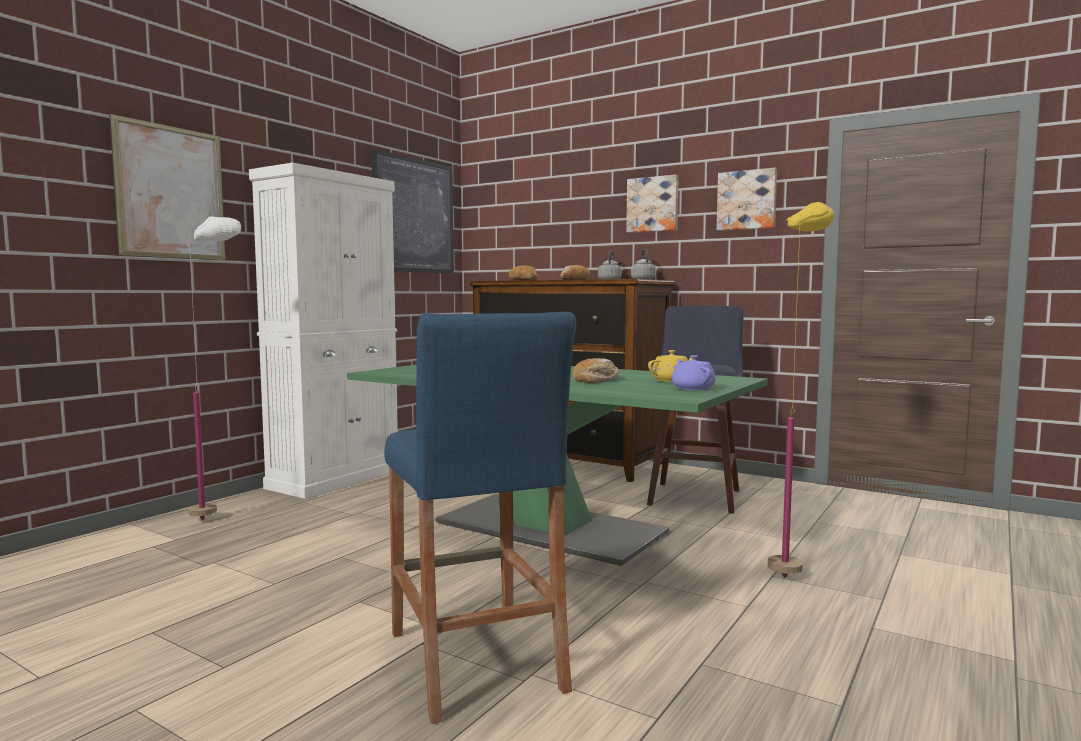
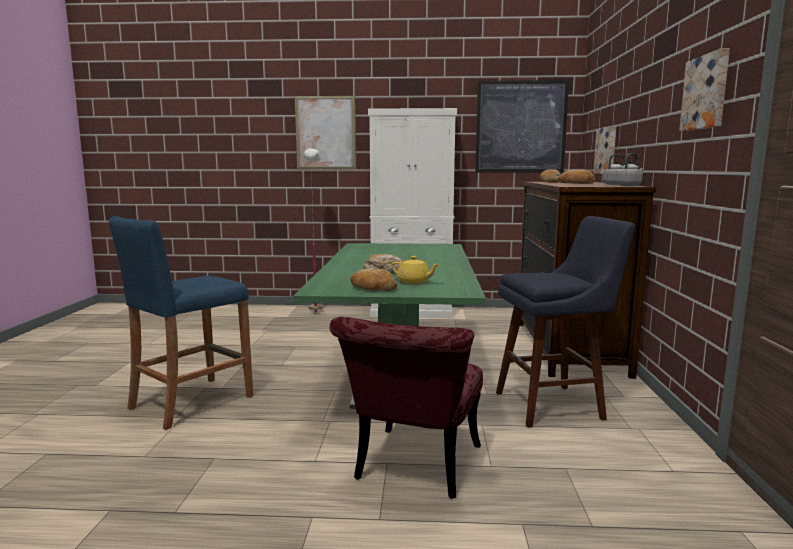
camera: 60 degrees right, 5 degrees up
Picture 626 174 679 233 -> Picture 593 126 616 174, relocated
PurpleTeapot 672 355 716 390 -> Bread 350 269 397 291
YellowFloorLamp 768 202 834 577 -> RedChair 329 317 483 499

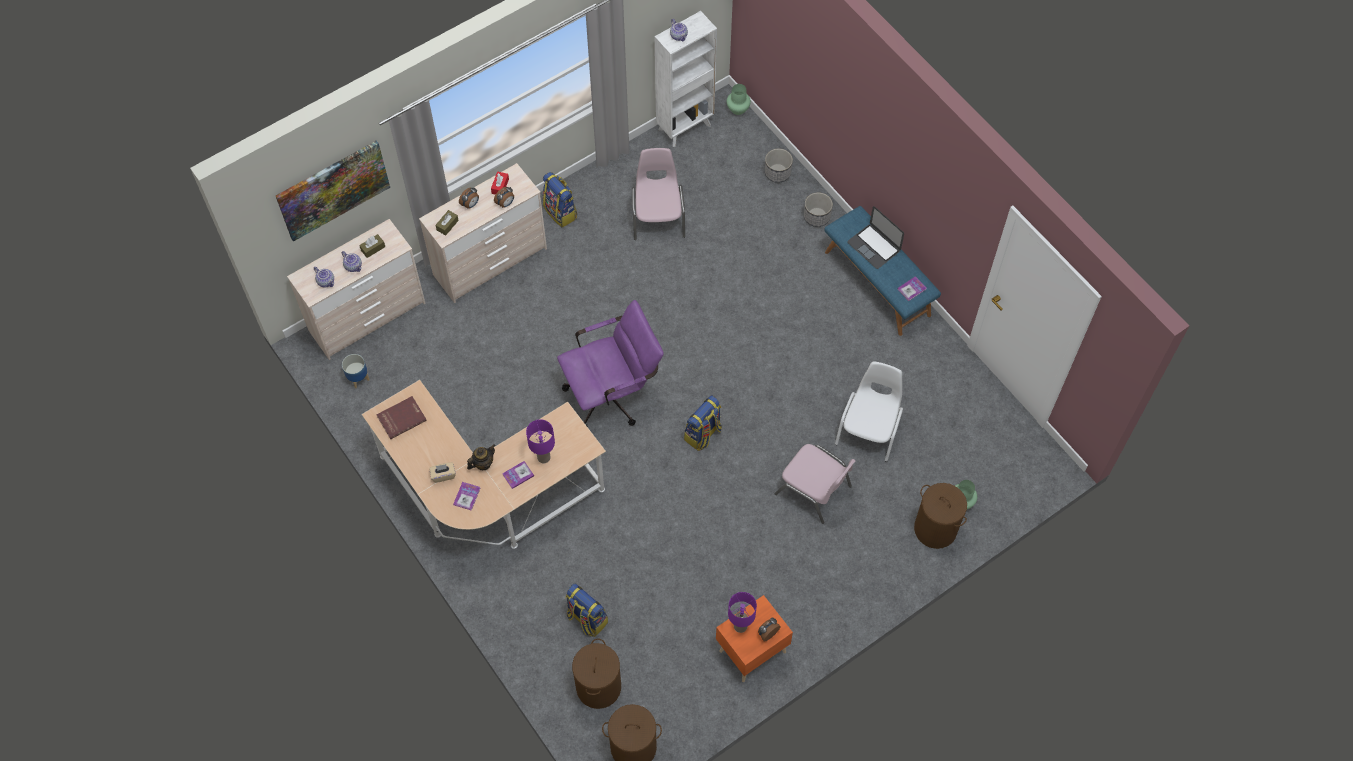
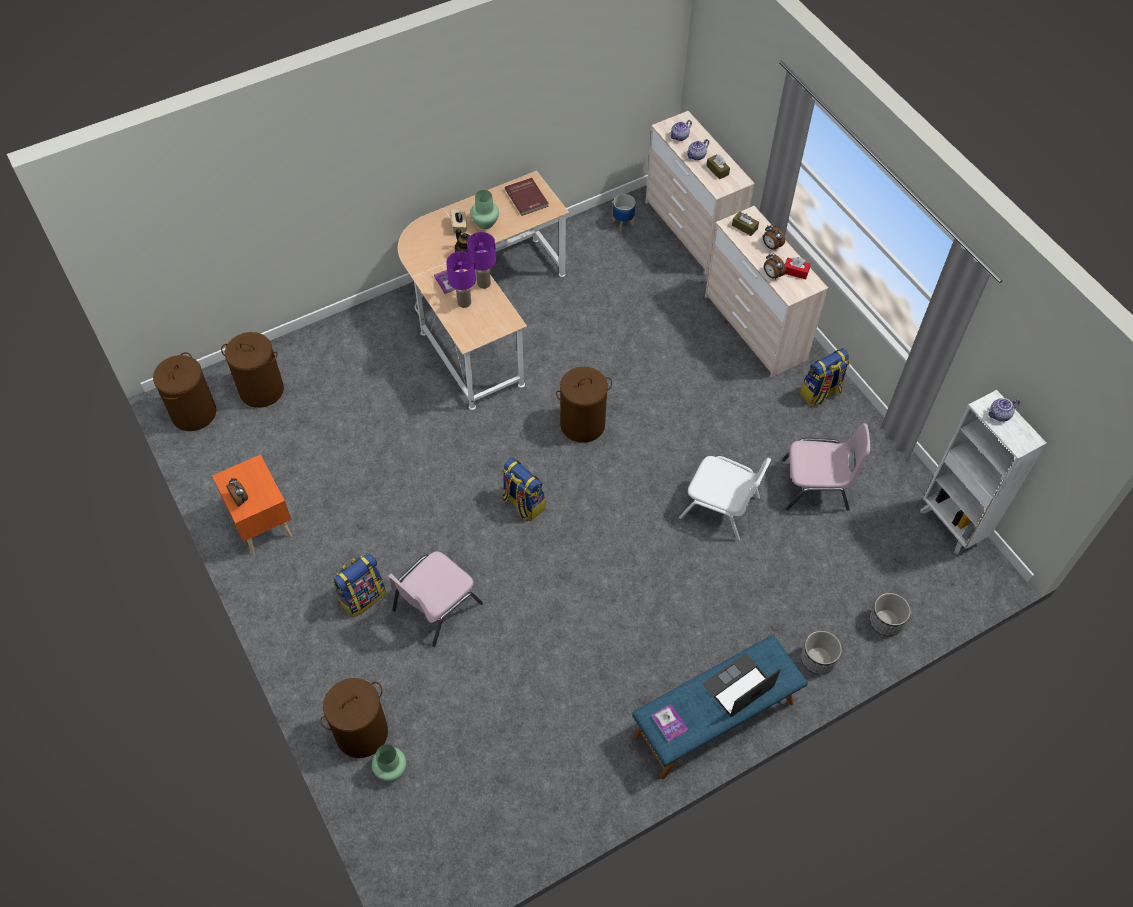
camera: 95 degrees right, 5 degrees down
Picture 276 140 390 242 -> none
Book 453 482 481 511 -> none
Backpack 566 583 608 637 -> Backpack 333 553 386 618, relocated
GreenVase 727 84 751 115 -> GreenVase 470 190 499 229, relocated
PurpleTableLamp 728 592 757 633 -> PurpleTableLamp 467 232 496 289, relocated
WhiteChair 835 361 903 462 -> WhiteChair 679 456 771 541, relocated
PurpleOfficeChair 557 300 664 426 -> BrownLaundryBasket 556 367 612 443

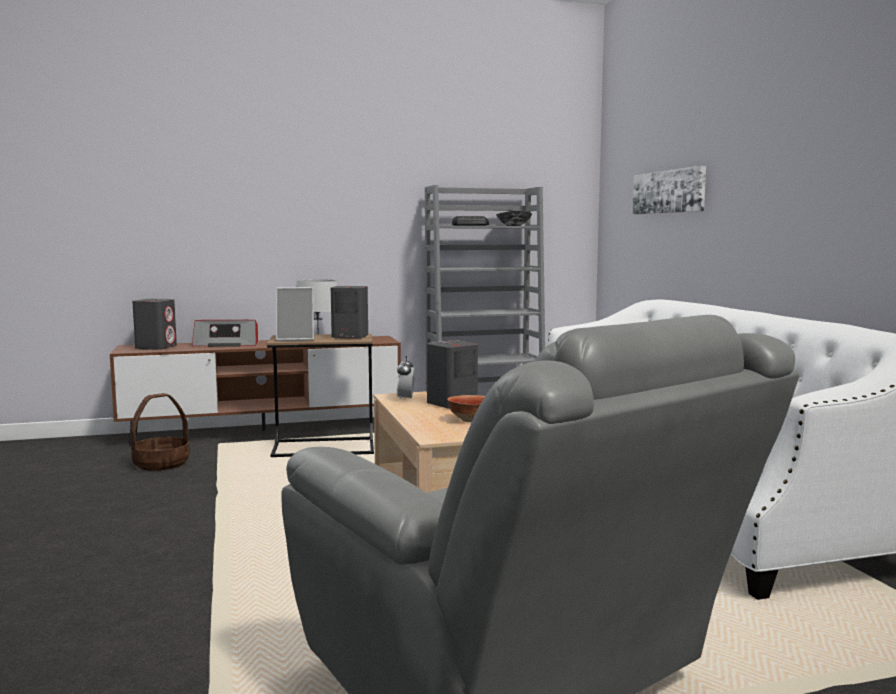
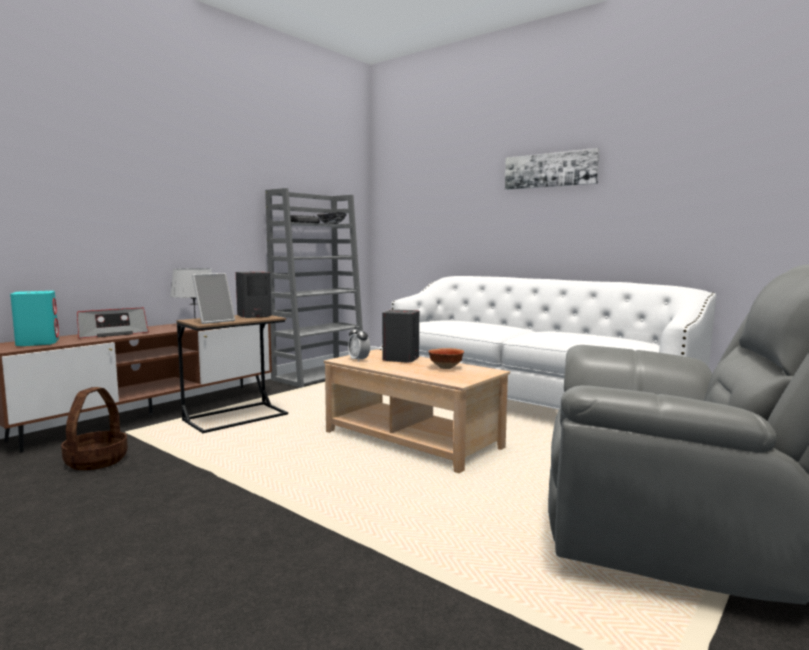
camera: 35 degrees left, 0 degrees up
Picture 633 166 706 214 -> Picture 505 148 600 190, relocated
GreySpeaker 132 299 177 350 -> TurquoiseSpeaker 10 291 59 346

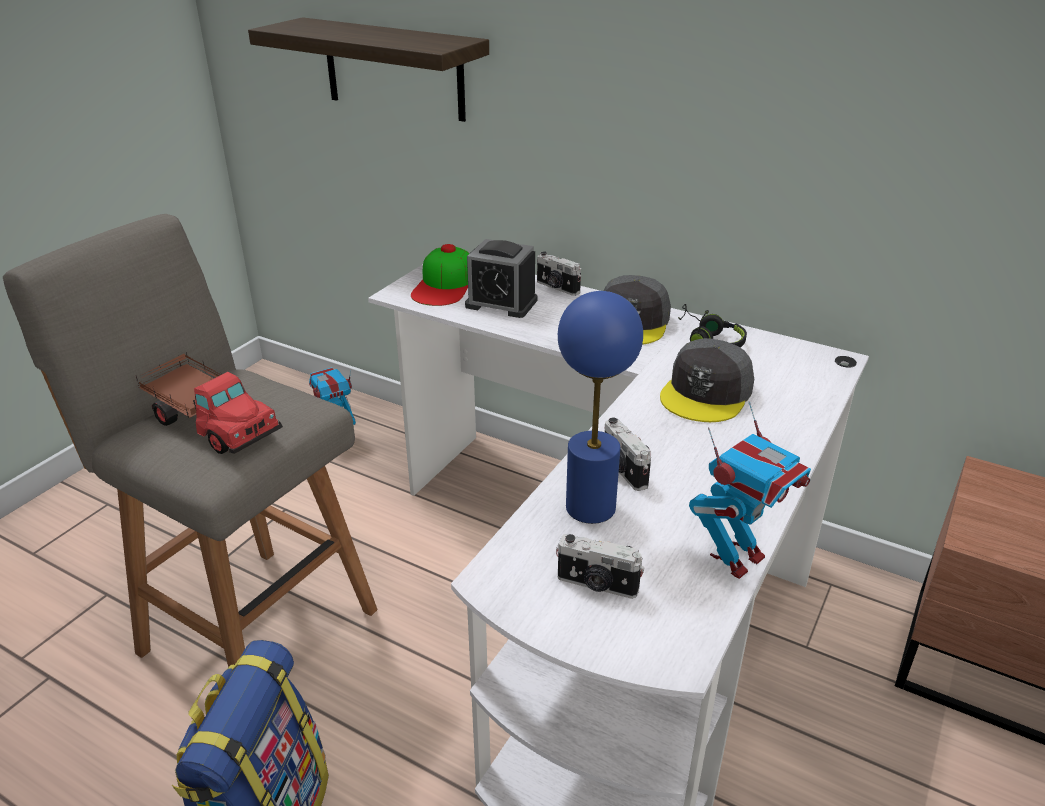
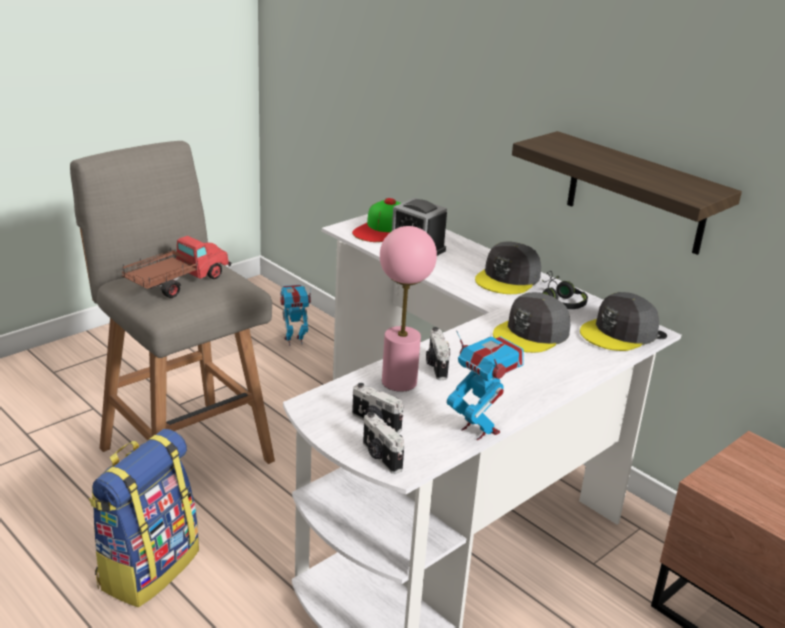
camera: 15 degrees right, 5 degrees down
none -> GreyCap 580 292 659 351
Shelf 248 17 489 122 -> Shelf 512 131 742 255, relocated
PhotoCamera 537 251 581 296 -> PhotoCamera 363 412 404 474, relocated
BlueTableLamp 558 291 643 524 -> PinkTableLamp 380 226 437 392
ToyTruck 136 352 283 454 -> ToyTruck 122 236 231 298, 105 degrees counterclockwise
ToyRobot 689 401 811 579 -> ToyRobot 447 330 524 440, 105 degrees counterclockwise

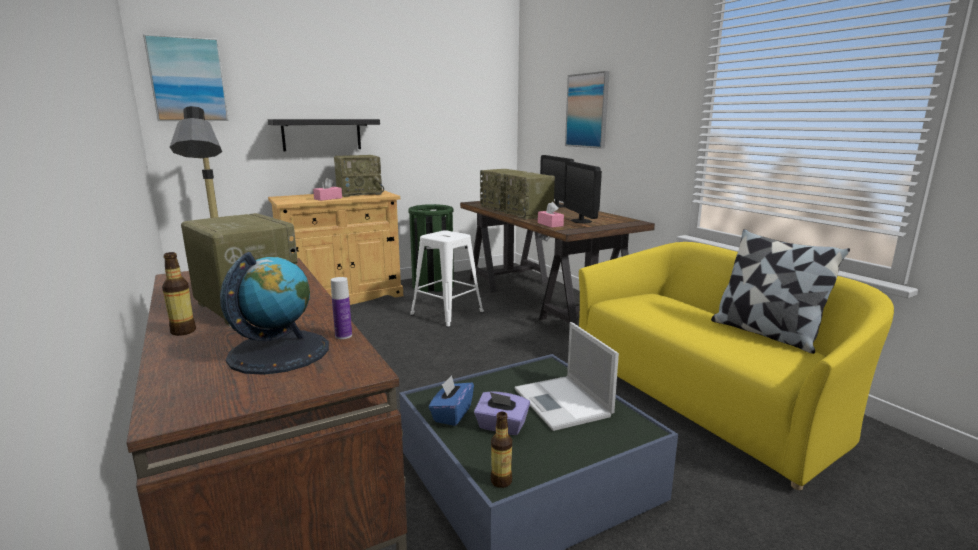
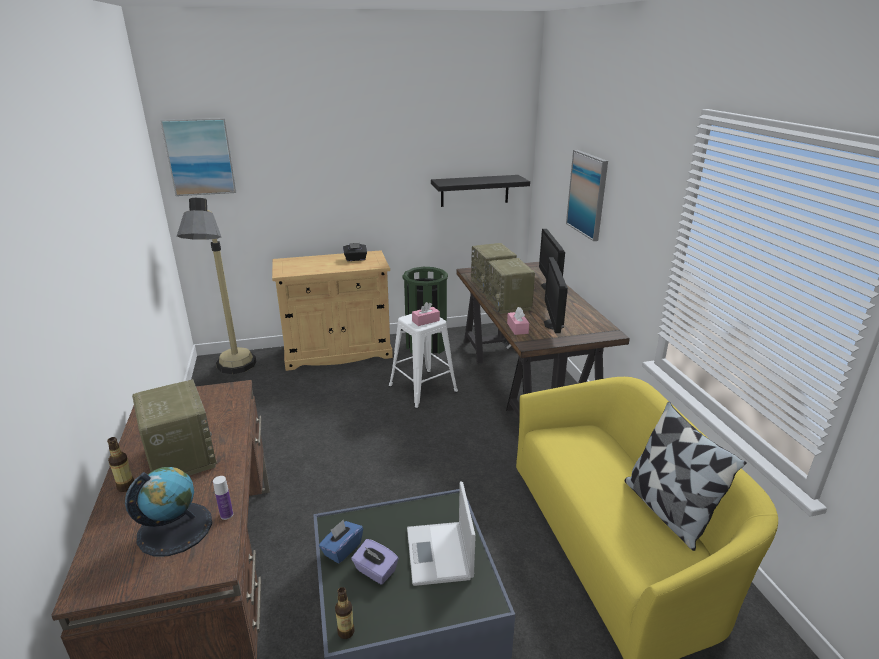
camera: 15 degrees right, 10 degrees up
BlackShelf 268 119 380 151 -> BlackShelf 431 175 530 207, relocated
PinkTissueBox 313 178 342 201 -> PinkTissueBox 412 302 440 326, relocated
Radio 334 155 384 197 -> BlackTissueBox 343 243 367 261

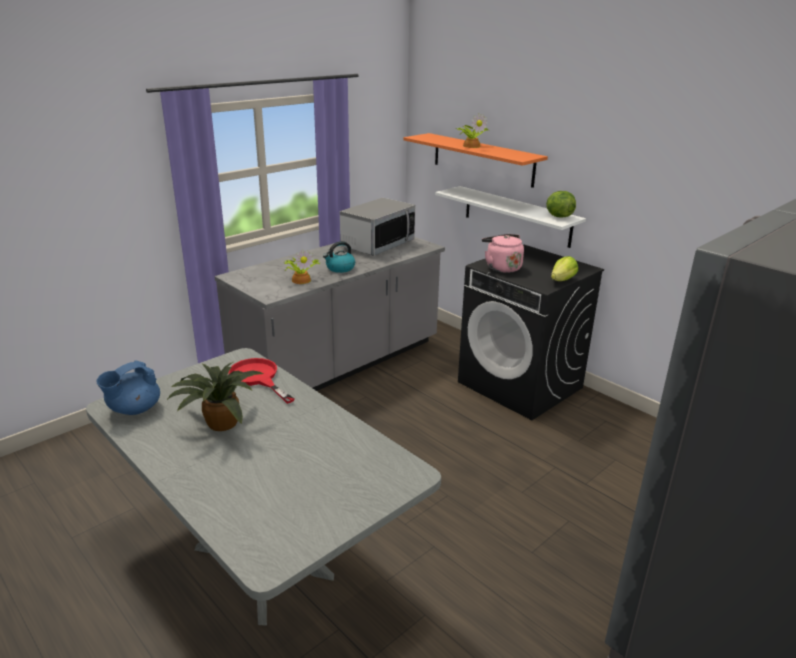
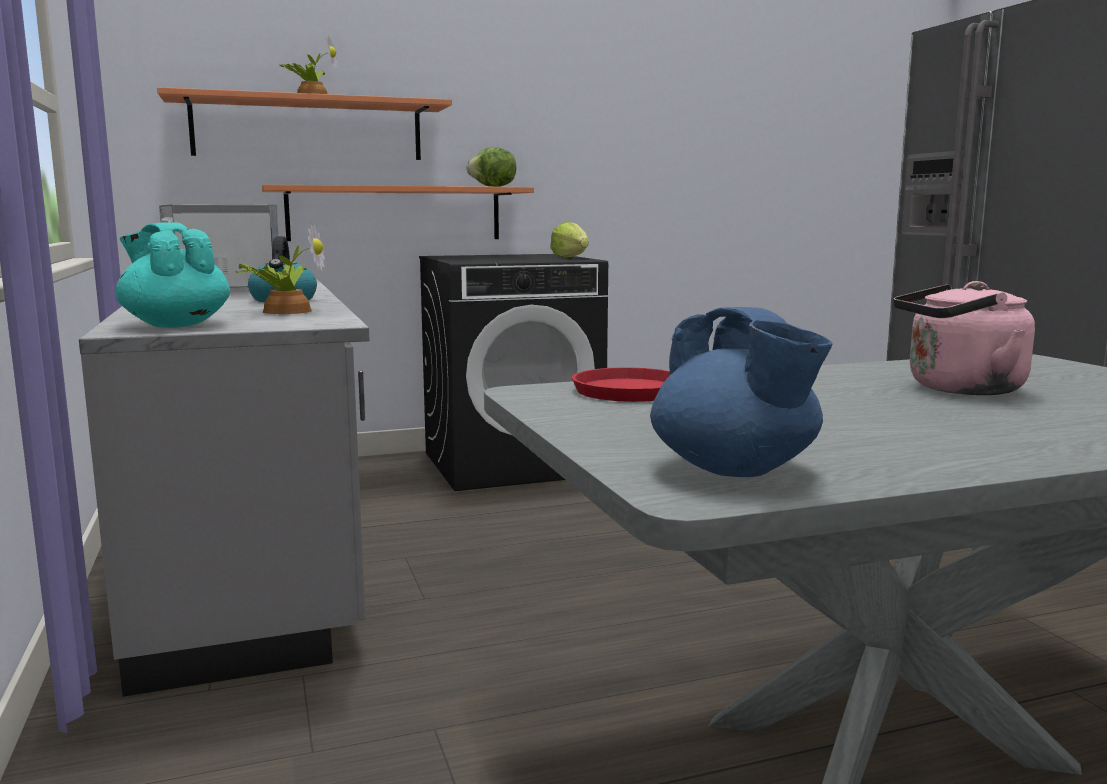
camera: 65 degrees left, 15 degrees down
PottedPlant 167 362 263 431 -> none
none -> TurquoiseTeapot 116 222 230 328
PinkKettle 482 234 524 273 -> PinkKettle 894 281 1035 395, relocated
WhiteShelf 435 186 586 248 -> OrangeShelf 262 185 534 241

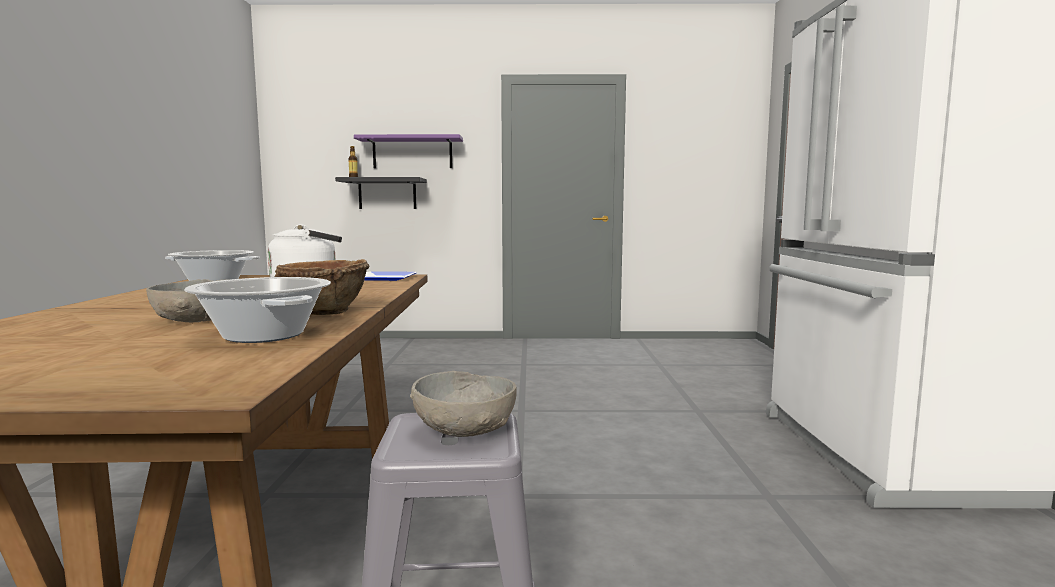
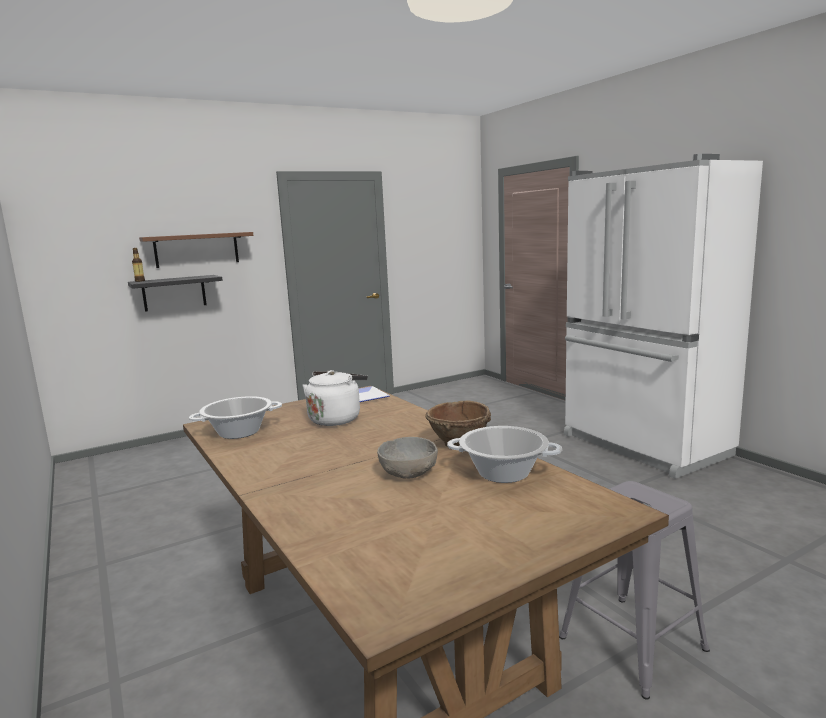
camera: 30 degrees left, 5 degrees up
GreyBowl 410 371 517 437 -> none
PurpleShelf 354 134 463 168 -> BrownShelf 139 232 253 268

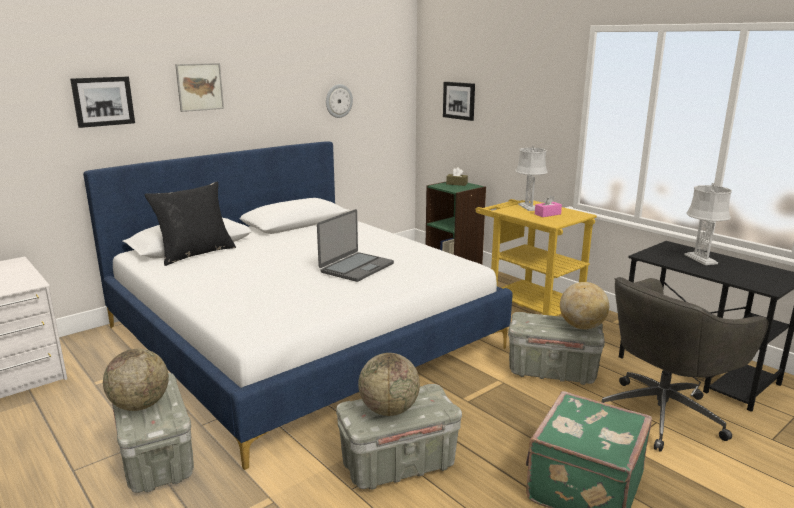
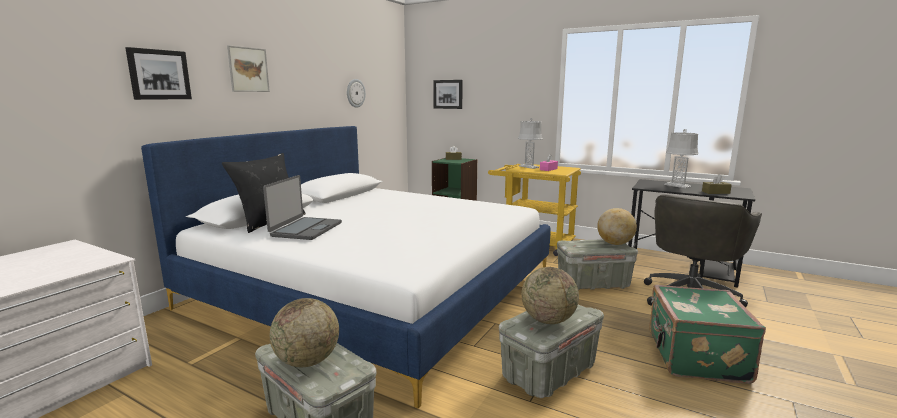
camera: 20 degrees left, 5 degrees down
none -> BrownTissueBox 702 174 732 194
Laptop 317 209 394 282 -> Laptop 263 175 342 240, relocated

